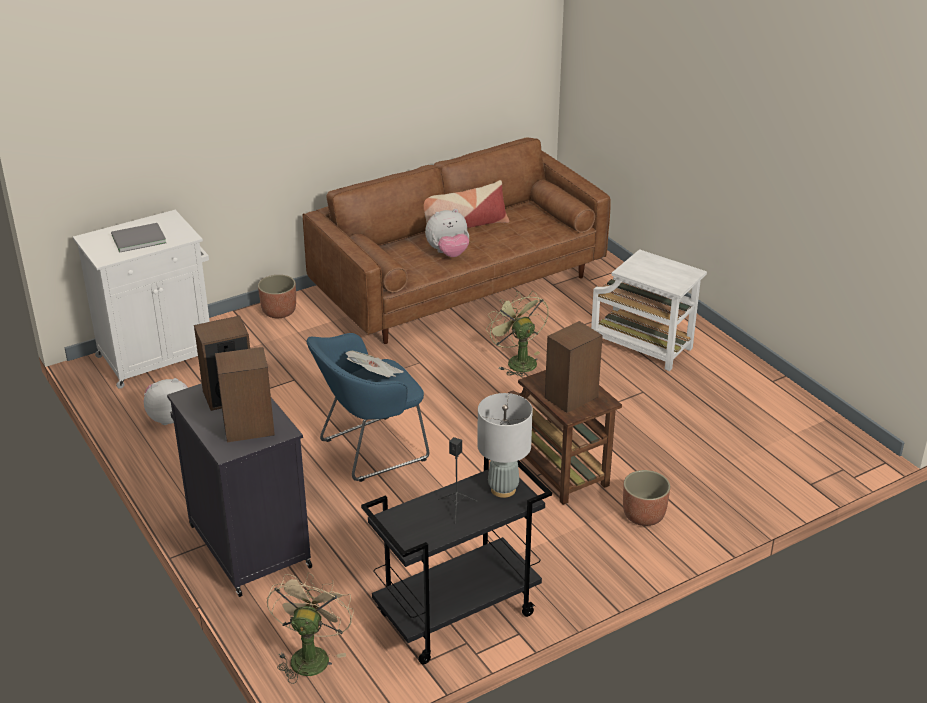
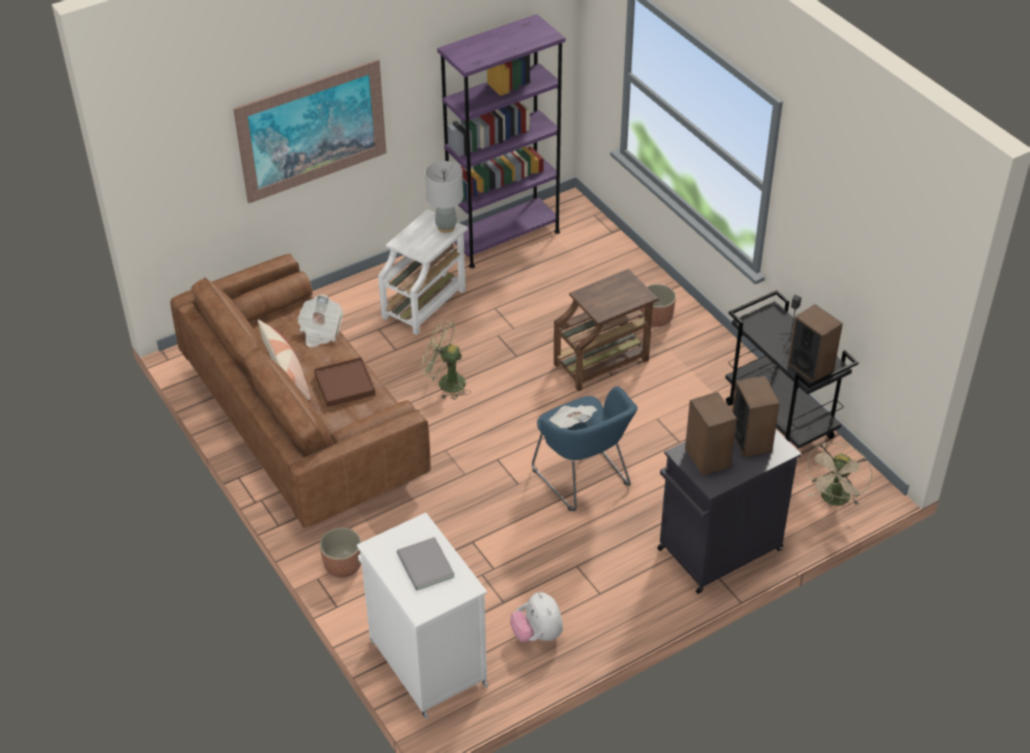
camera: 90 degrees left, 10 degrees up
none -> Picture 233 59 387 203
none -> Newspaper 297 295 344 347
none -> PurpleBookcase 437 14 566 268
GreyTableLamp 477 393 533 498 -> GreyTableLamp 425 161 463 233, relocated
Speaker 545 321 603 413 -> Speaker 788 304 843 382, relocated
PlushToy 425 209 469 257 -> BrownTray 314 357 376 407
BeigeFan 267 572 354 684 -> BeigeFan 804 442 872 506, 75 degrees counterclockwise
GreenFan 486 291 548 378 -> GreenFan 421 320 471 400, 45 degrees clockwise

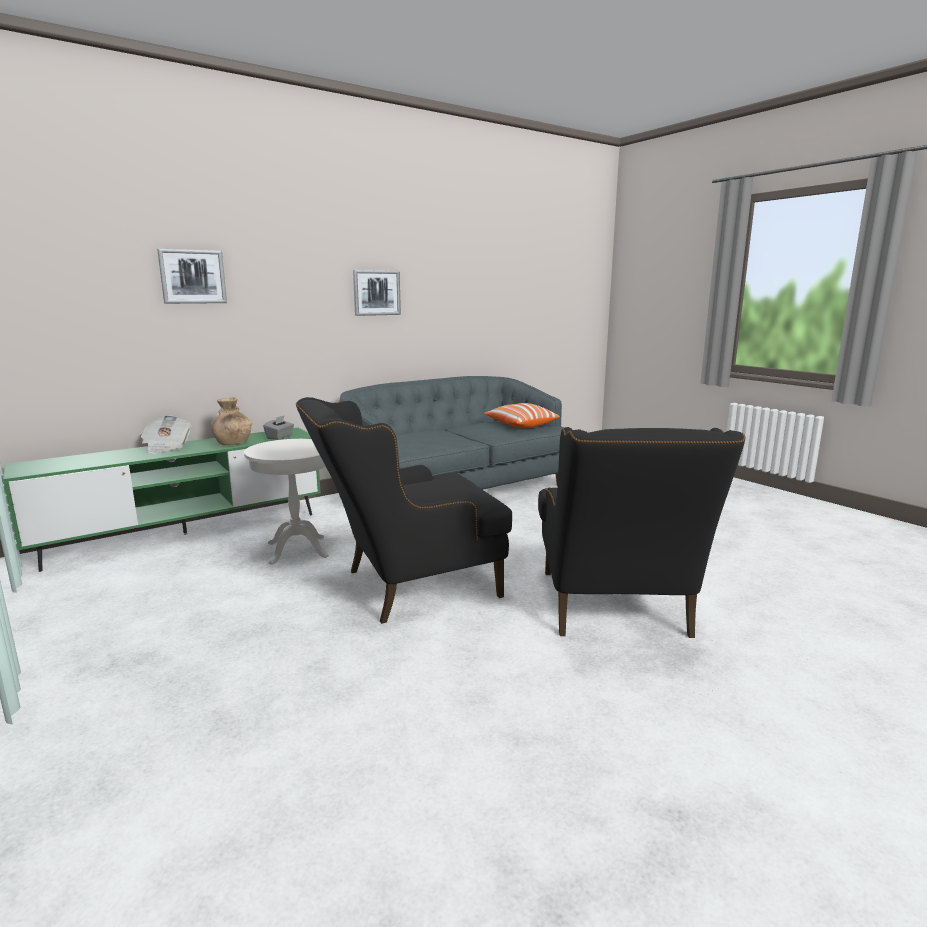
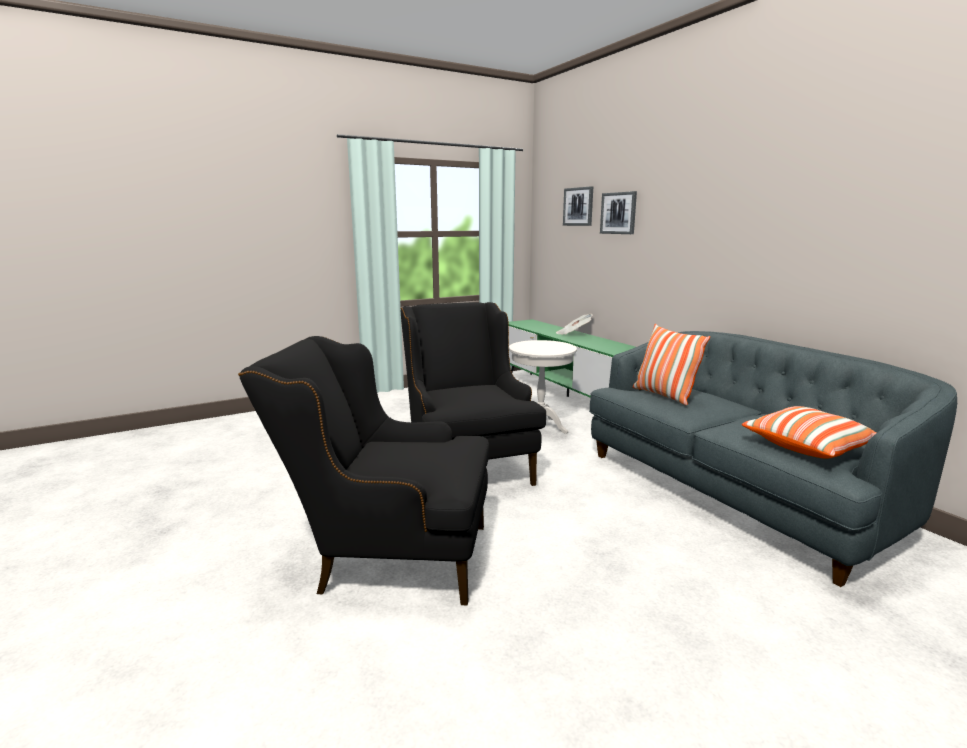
camera: 95 degrees right, 0 degrees up
BrownVase 211 397 252 445 -> none
GreyTissueBox 263 415 294 440 -> none
none -> Pillow 633 324 710 405
Picture 353 270 401 316 -> Picture 563 186 593 226, relocated

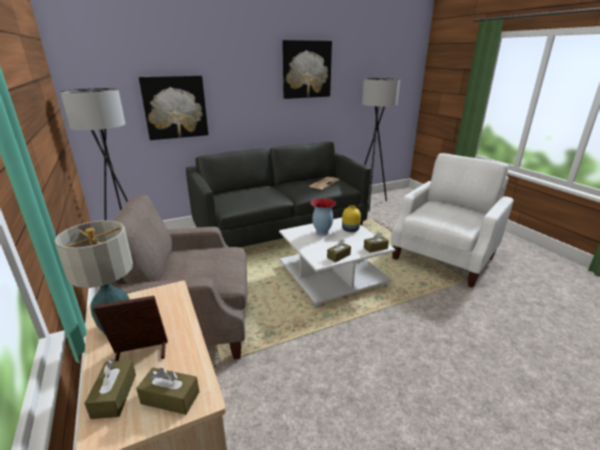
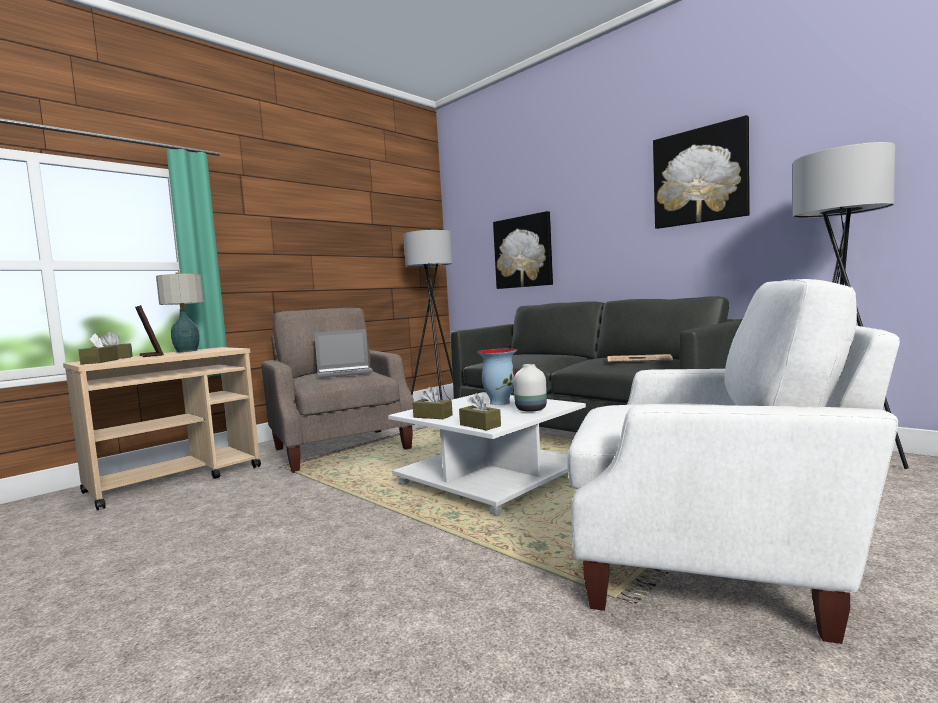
camera: 70 degrees right, 20 degrees down
none -> Laptop 314 329 373 378
YellowVase 342 205 361 232 -> WhiteVase 514 364 547 412

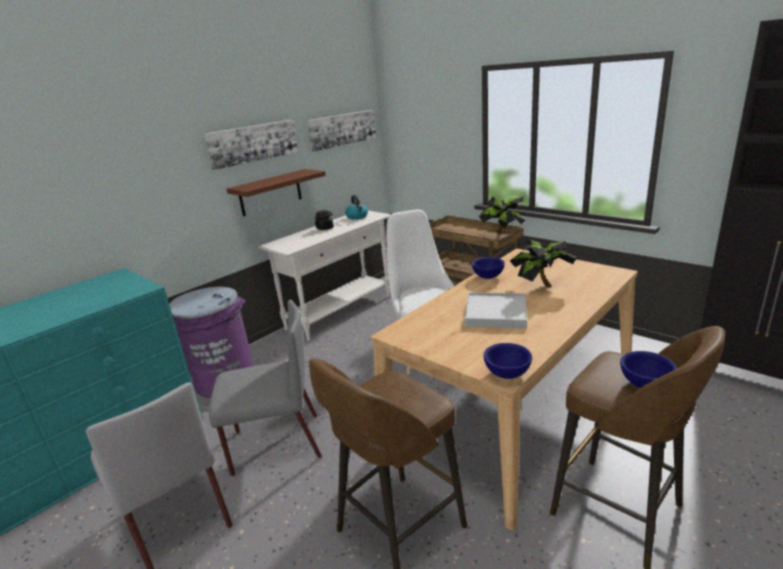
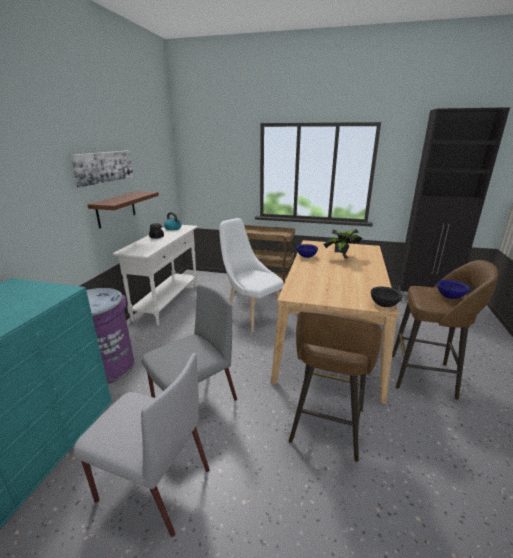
camera: 30 degrees left, 0 degrees up
Picture 308 110 376 152 -> none
WhiteTray 464 293 527 328 -> none
PottedPlant 479 196 526 233 -> none
BlueBowl 483 343 532 379 -> BlackBowl 371 287 402 307

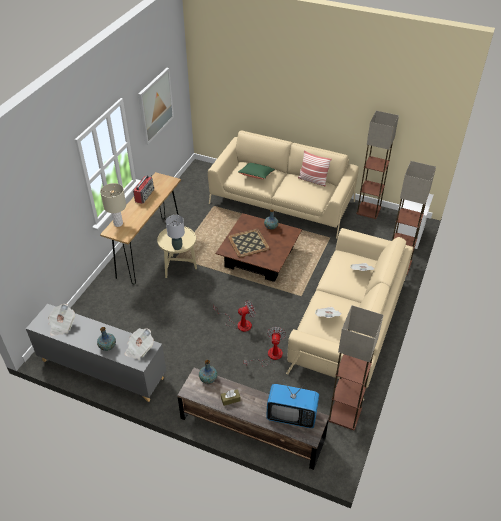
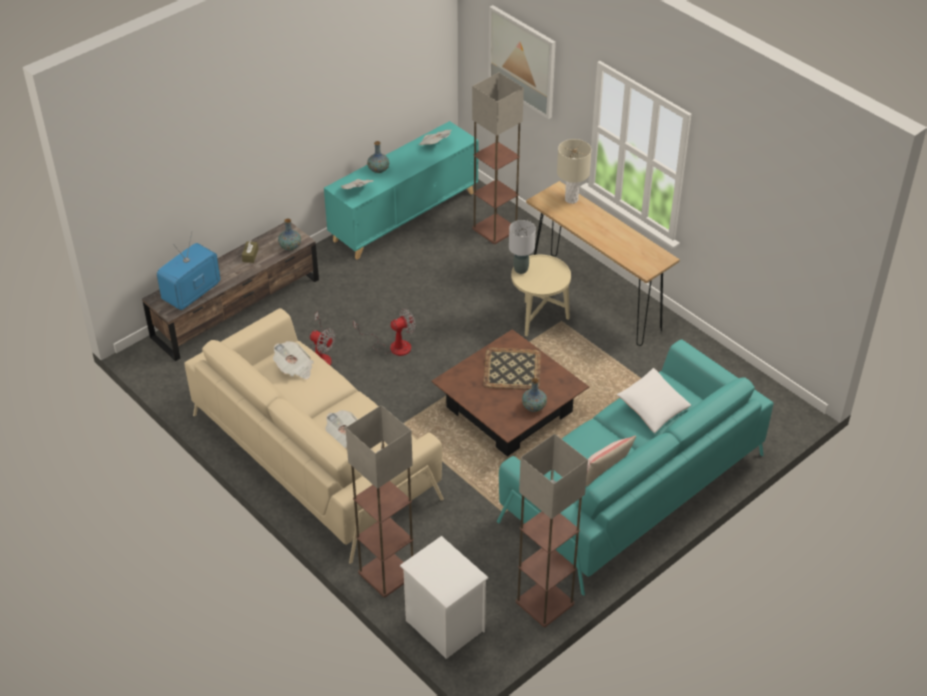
camera: 115 degrees right, 0 degrees up
Radio 133 175 155 204 -> none
Picture 138 68 174 145 -> Picture 488 5 556 119, relocated
FloorLamp 328 305 384 431 -> FloorLamp 472 72 524 244, relocated
GreyCabinet 26 304 166 402 -> TurquoiseCabinet 324 121 479 260
BeigeSofa 208 131 359 239 -> TurquoiseSofa 497 340 773 596
GreenPillow 238 163 275 179 -> WhitePillow 617 368 691 433
Fan 213 300 255 332 -> Fan 353 308 416 356, 120 degrees counterclockwise

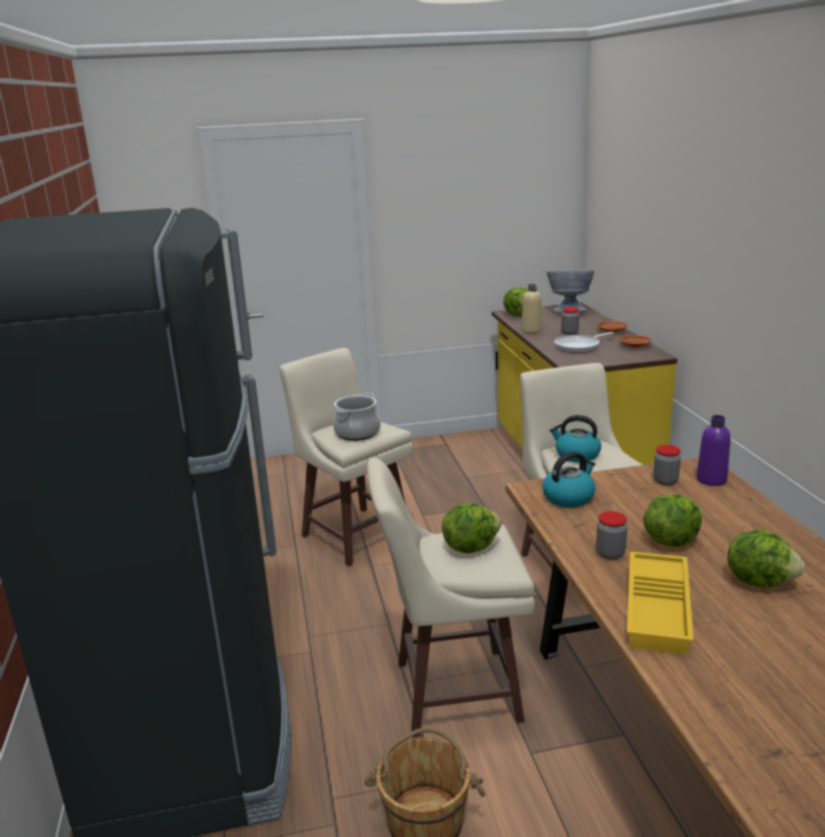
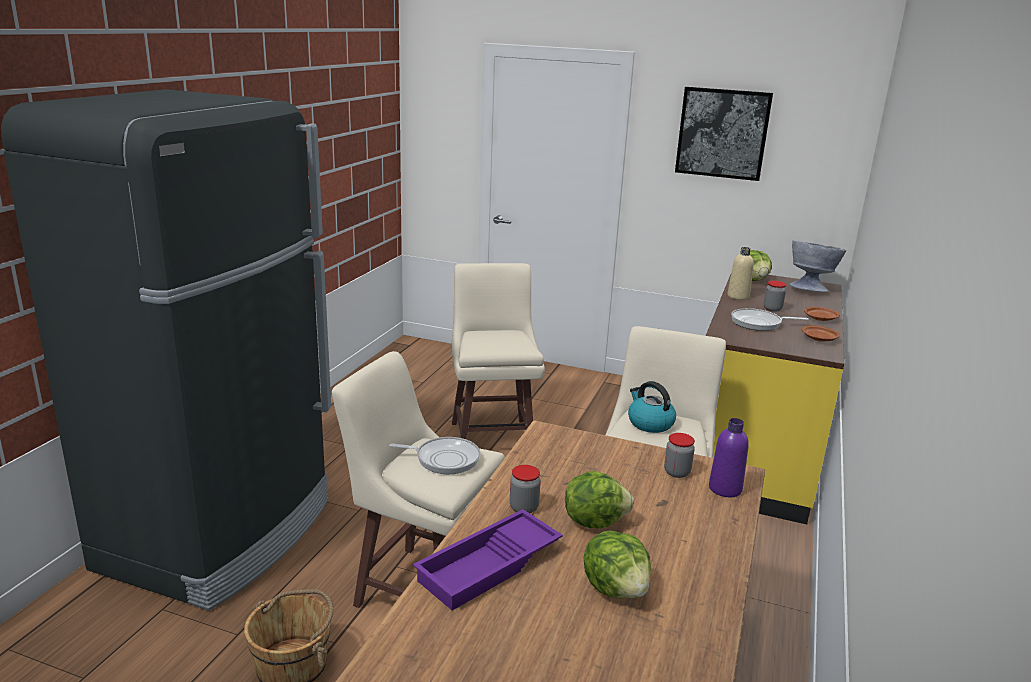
camera: 30 degrees right, 0 degrees up
CookingPot 333 393 381 441 -> none
Kettle 542 451 596 508 -> none
none -> Picture 675 87 773 181
Lettuce 442 503 502 553 -> FryingPan 389 437 480 474
YellowTray 627 551 694 655 -> PurpleTray 413 509 563 610

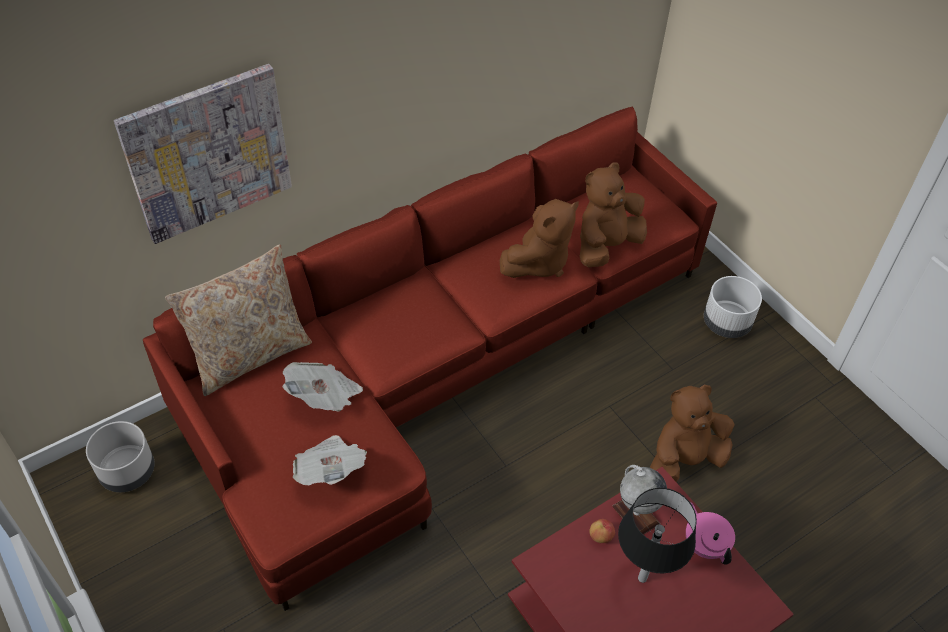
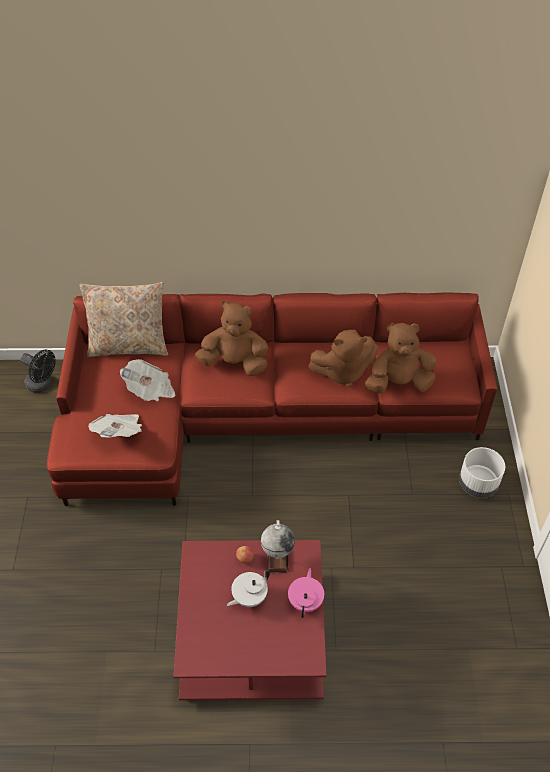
camera: 35 degrees right, 0 degrees up
Picture 114 64 292 244 -> none
BrownPlushToy 650 385 735 482 -> BrownPlushToy 195 301 268 376, relocated
GreyPlanter 86 421 155 492 -> BlackFan 20 349 56 393
BlackTableLamp 618 488 697 583 -> WhiteTeapot 227 570 270 607

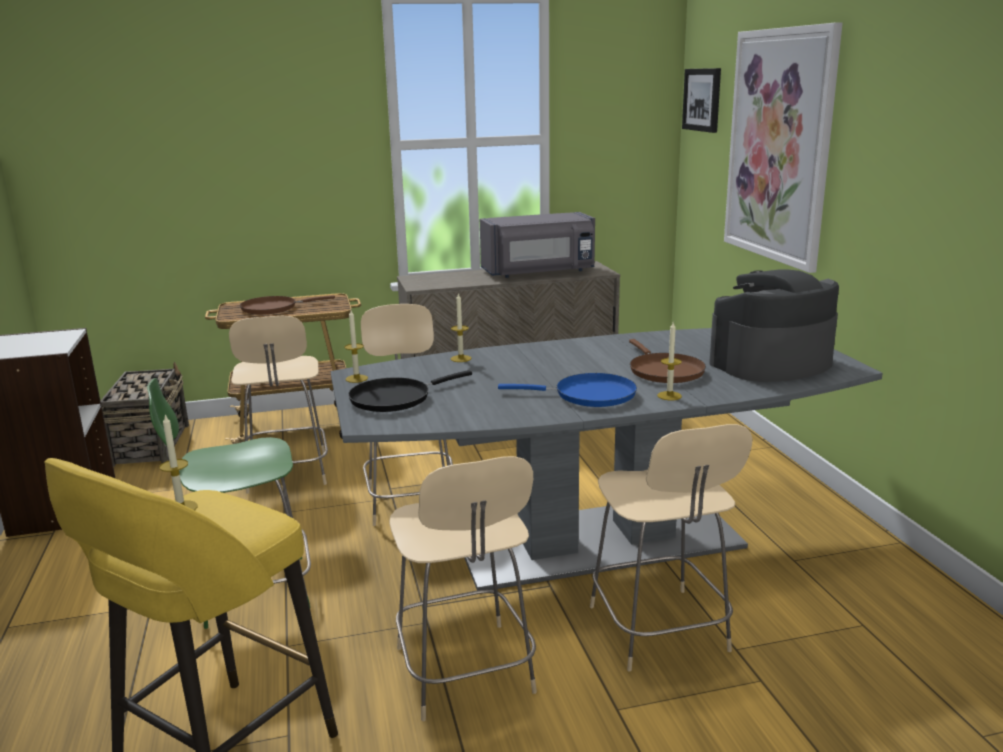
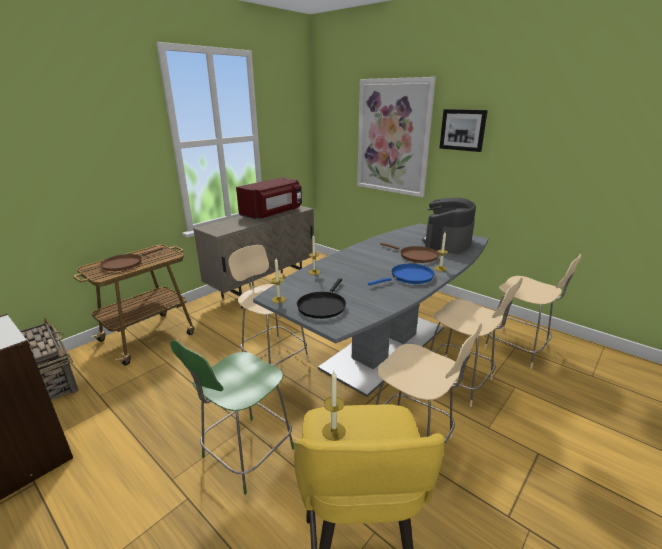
camera: 35 degrees left, 5 degrees up
BeigeChair 229 316 328 494 -> BeigeChair 484 253 582 369, relocated
Picture 682 68 721 133 -> Picture 439 109 488 152, relocated
GreyMicrowave 480 212 595 278 -> RedMicrowave 236 177 302 219

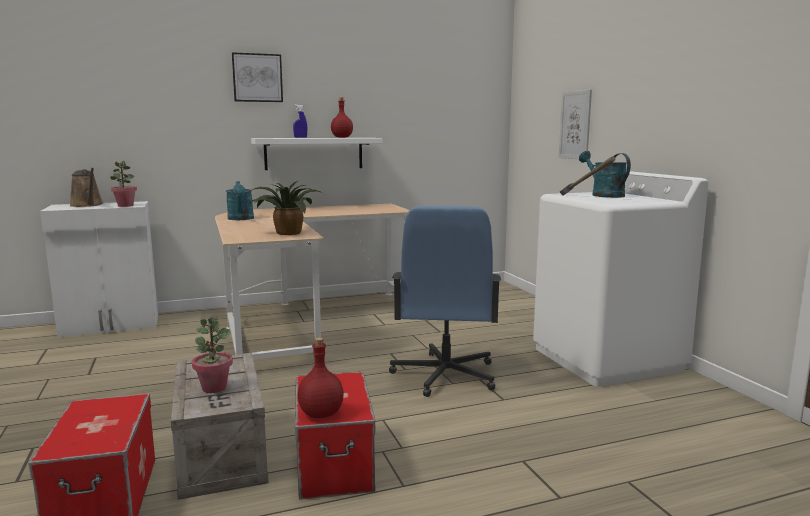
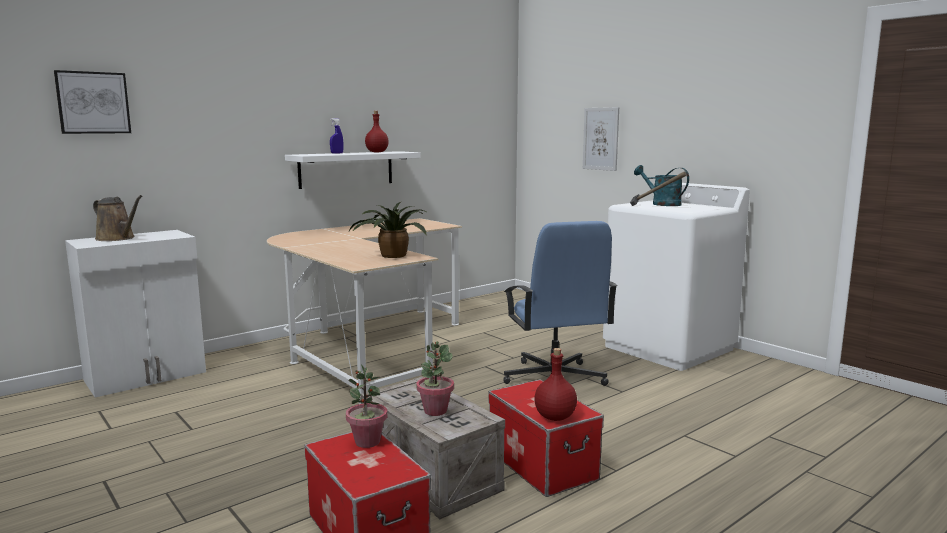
camera: 20 degrees left, 0 degrees up
TurquoiseWateringCan 226 181 254 220 -> none
PottedPlant 110 161 137 207 -> PottedPlant 346 365 387 448, relocated
Picture 232 52 283 102 -> Picture 54 70 131 134, relocated

